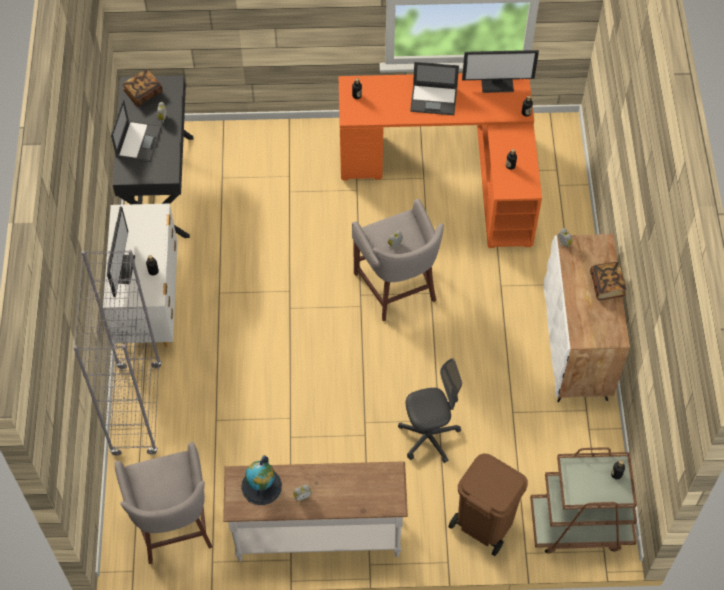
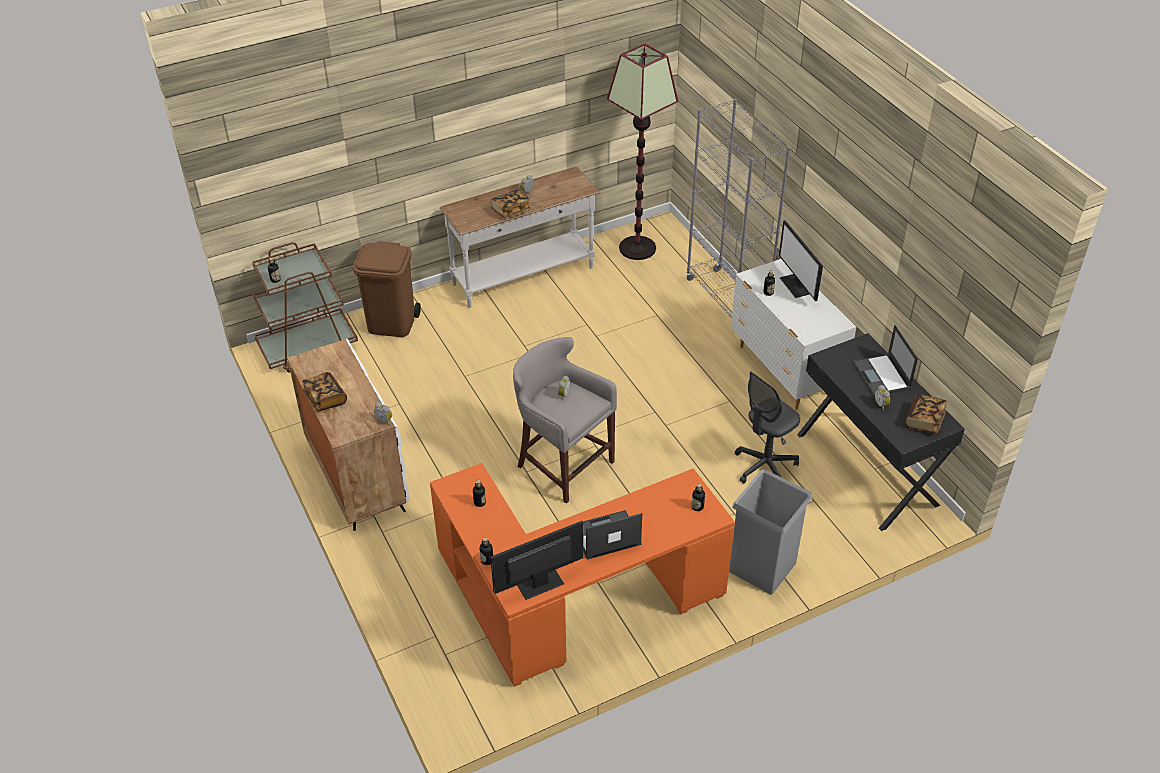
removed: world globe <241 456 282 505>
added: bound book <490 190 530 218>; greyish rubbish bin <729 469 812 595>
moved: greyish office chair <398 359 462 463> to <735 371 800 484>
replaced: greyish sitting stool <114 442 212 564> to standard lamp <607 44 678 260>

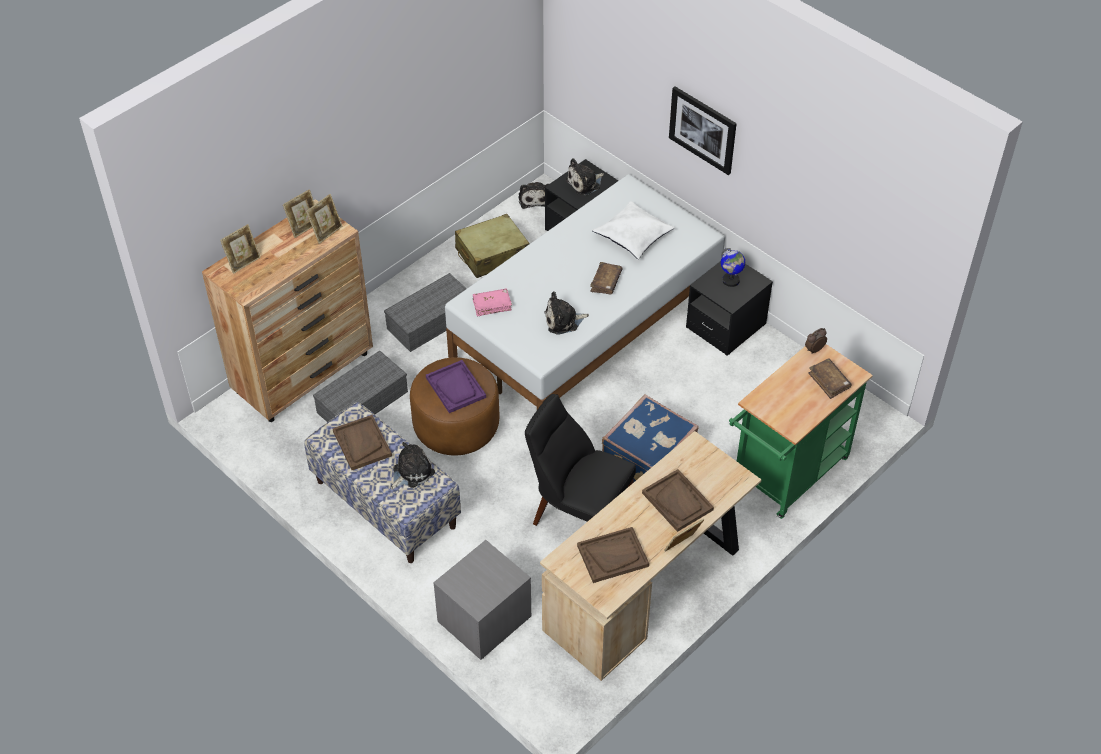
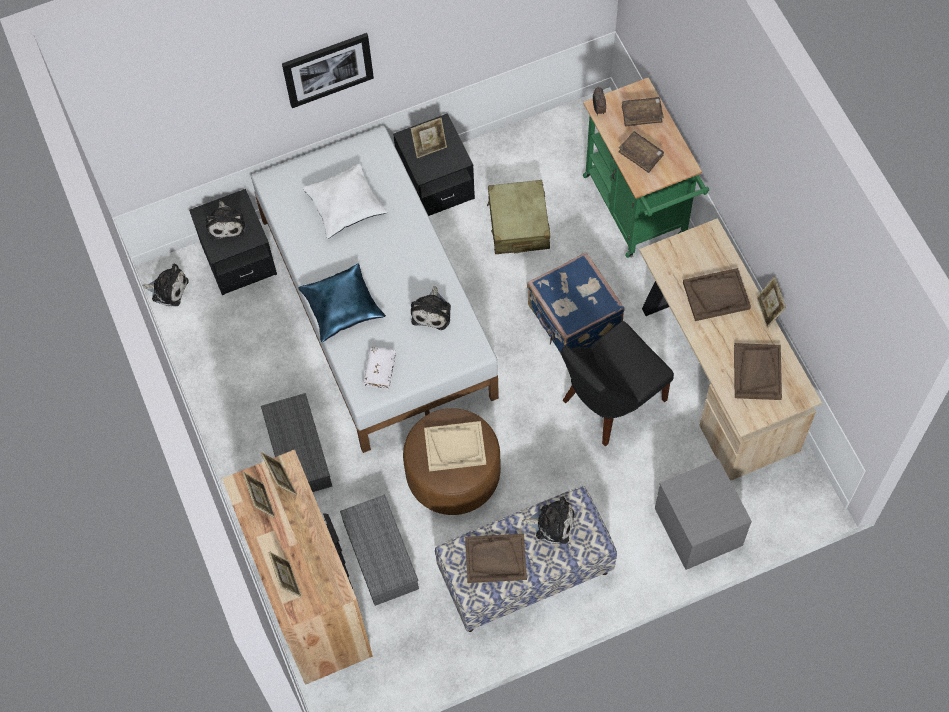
added: bluish throw pillow <298 263 386 342>
moved: beige travel case <455 214 529 278> to <487 180 550 254>; brown-coloured bound book <590 262 622 294> to <618 131 664 173>
replaced: world globe <721 248 745 287> to picture frame <411 118 447 158>
recoloured: purple tray <426 360 486 413> to beige tray <424 421 486 471>; pinkish bound book <473 289 512 316> to whitish bound book <363 347 396 390>
turned: soft toy <391 442 435 490> = <522 496 575 544> 120 degrees clockwise

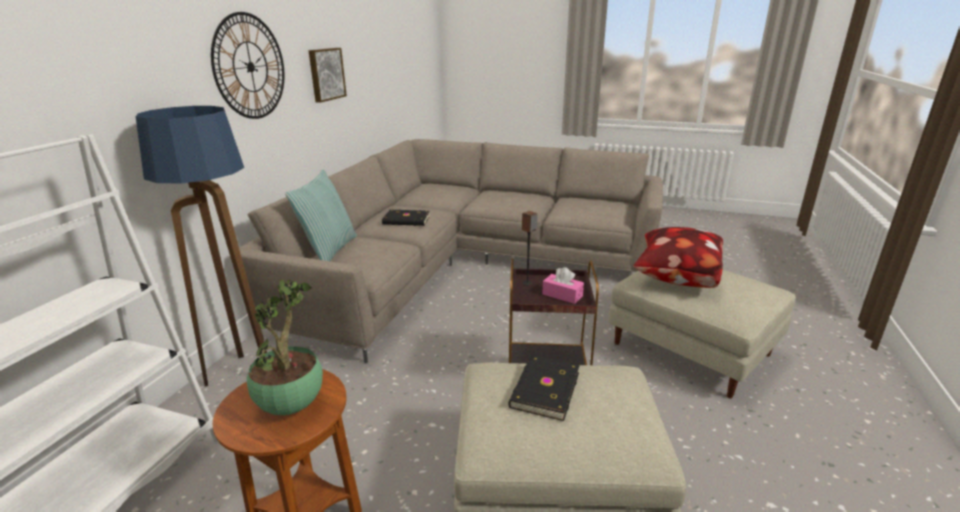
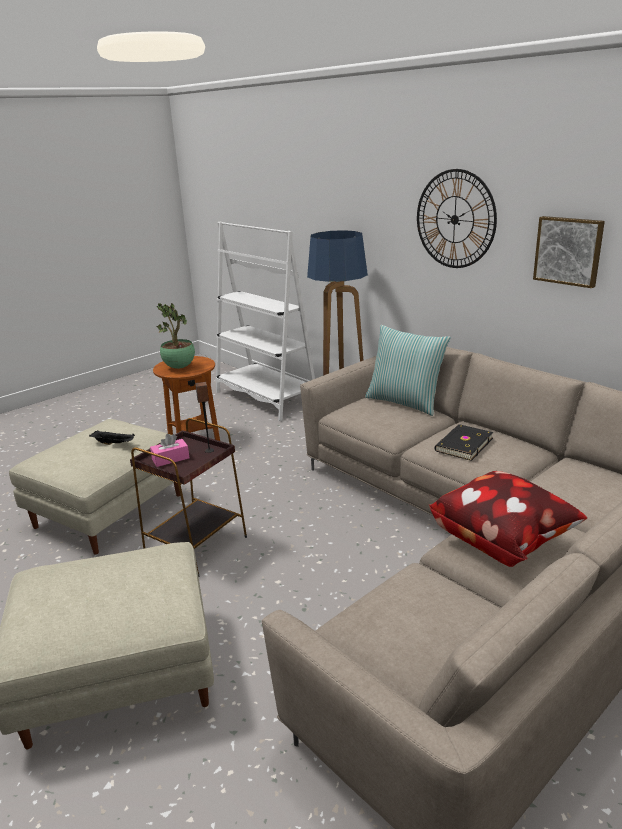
moved: throw pillow <633 227 723 288> to <429 471 587 567>
replaced: black-coloured bound book <508 355 580 421> to black-coloured tray <89 431 135 445>

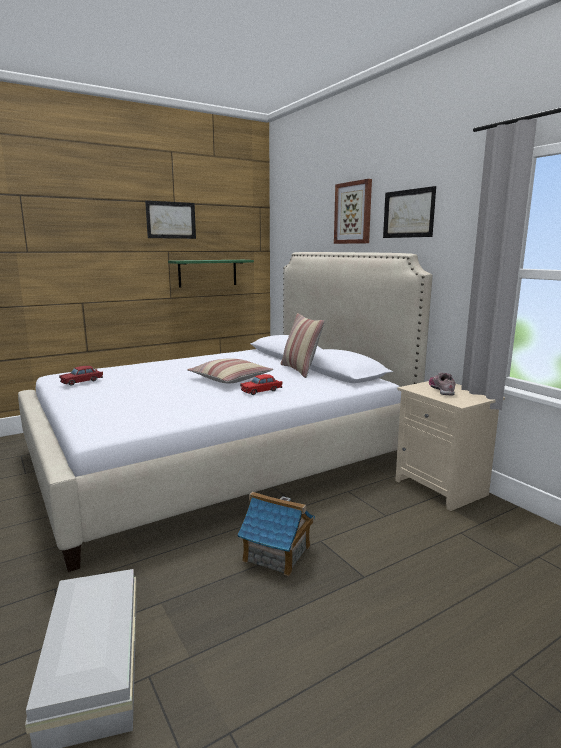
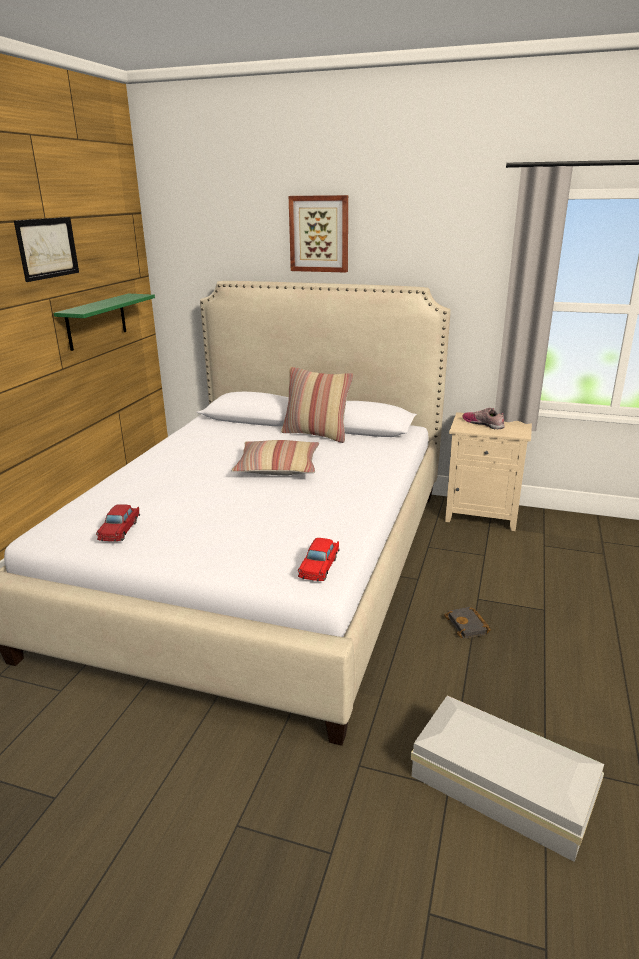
removed: wall picture <383 186 436 238>
moved: reddish toy car <240 374 283 395> to <298 538 339 581>
replaced: model house <237 492 315 576> to black-coloured bound book <444 607 491 639>

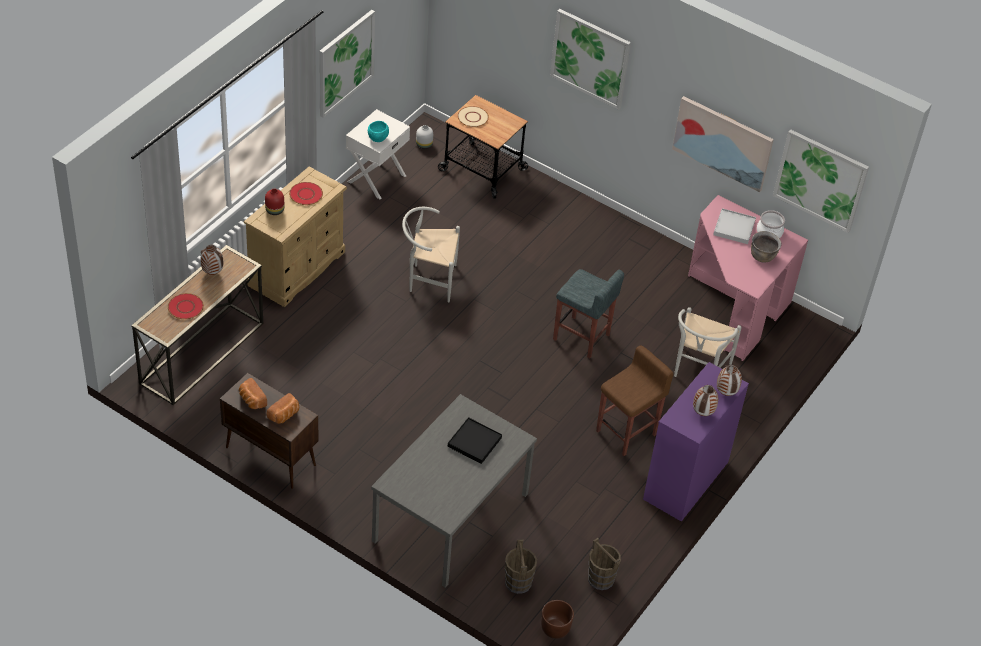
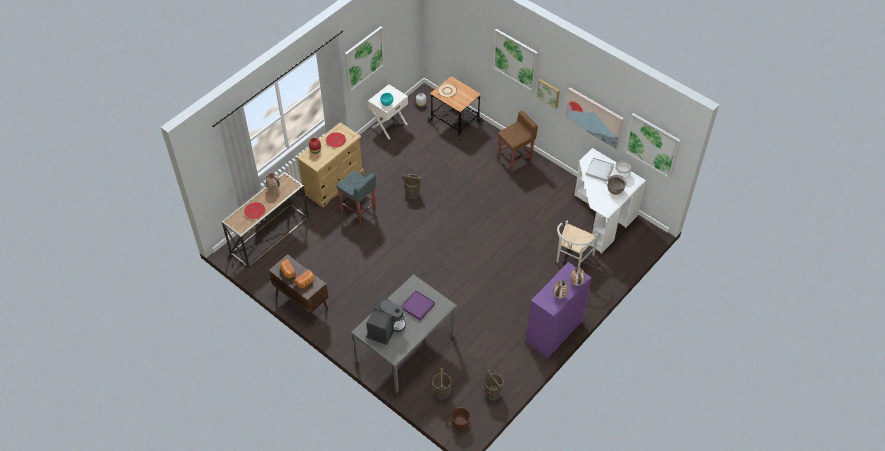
added: coffee maker <366 296 406 345>; wall picture <537 79 560 109>
moved: greyish sitting stool <553 269 624 358> to <336 170 376 224>; brown-coloured sitting stool <596 345 674 456> to <498 111 538 173>
replaced: whitish upright chair <402 207 460 303> to brown-coloured pail <403 174 422 199>
recoloured: black-coloured tray <448 417 502 464> to purple tray <401 290 435 321>; pinkish desk table <688 195 808 361> to whitish desk table <574 148 646 254>

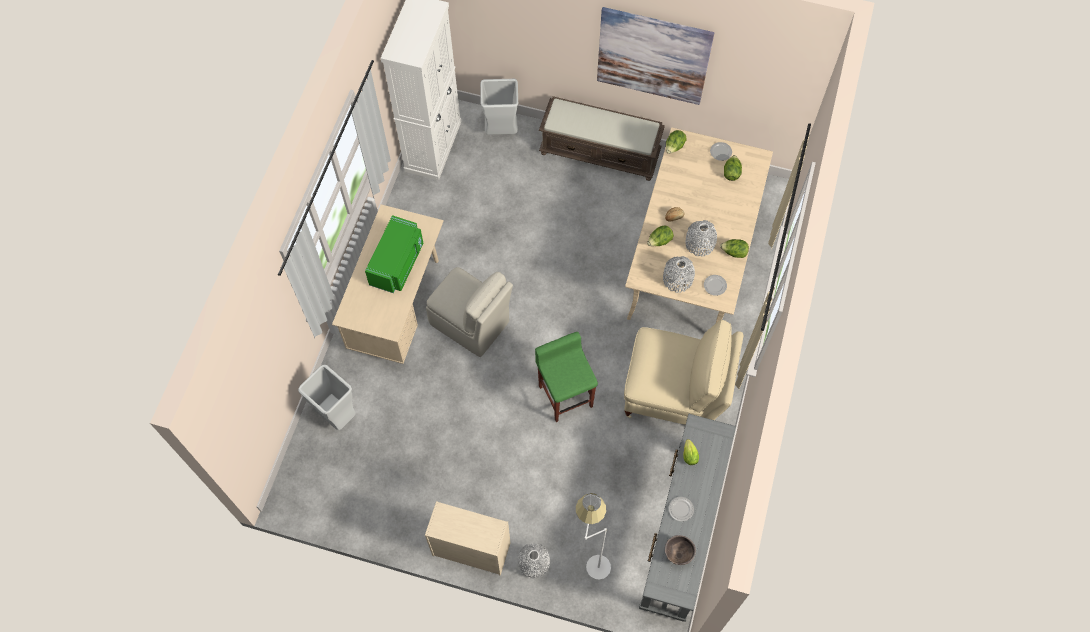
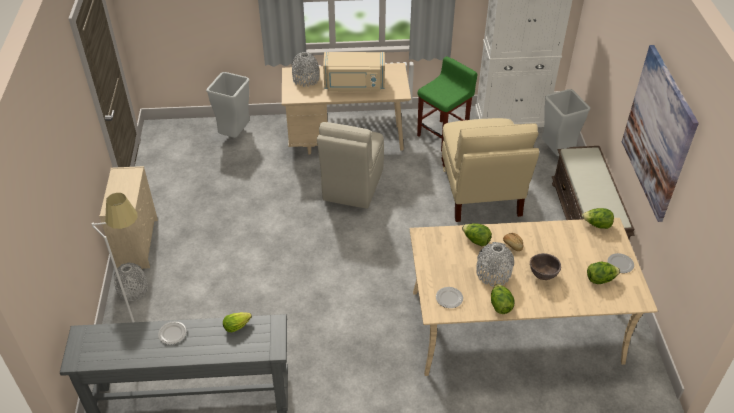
moved: green-coloured sitting stool <535 332 598 422> to <417 57 477 151>; beige upright chair <624 319 743 425> to <441 118 539 222>; greyish decorative vase <663 256 695 293> to <292 52 319 87>; brown-coloured deep dish <665 535 696 565> to <530 253 561 280>
recoloured: green-coloured kitchen microwave <365 215 424 293> to beige kitchen microwave <323 52 385 91>

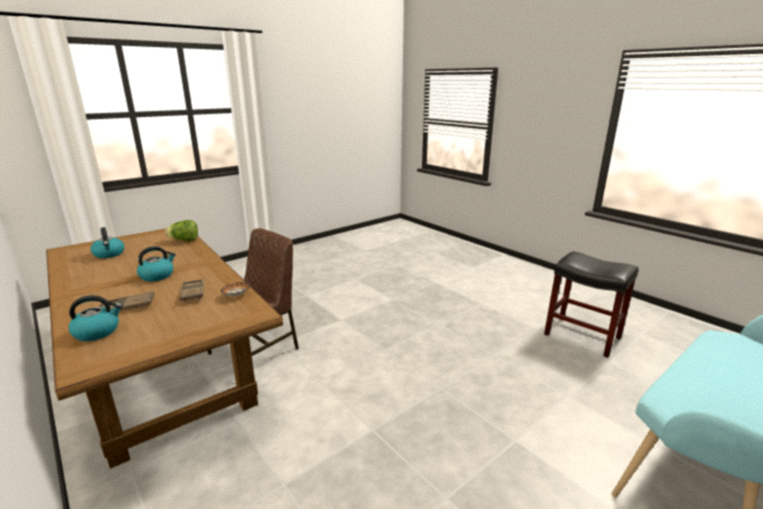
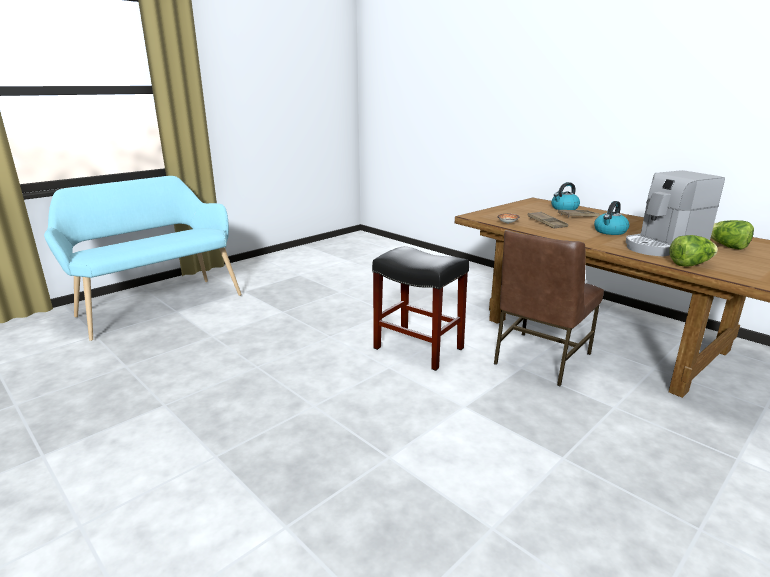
added: coffee maker <626 170 725 257>
moved: black-coloured sitting stool <544 251 639 358> to <372 246 469 371>
replaced: water kettle <90 227 124 258> to head of lettuce <711 220 754 250>

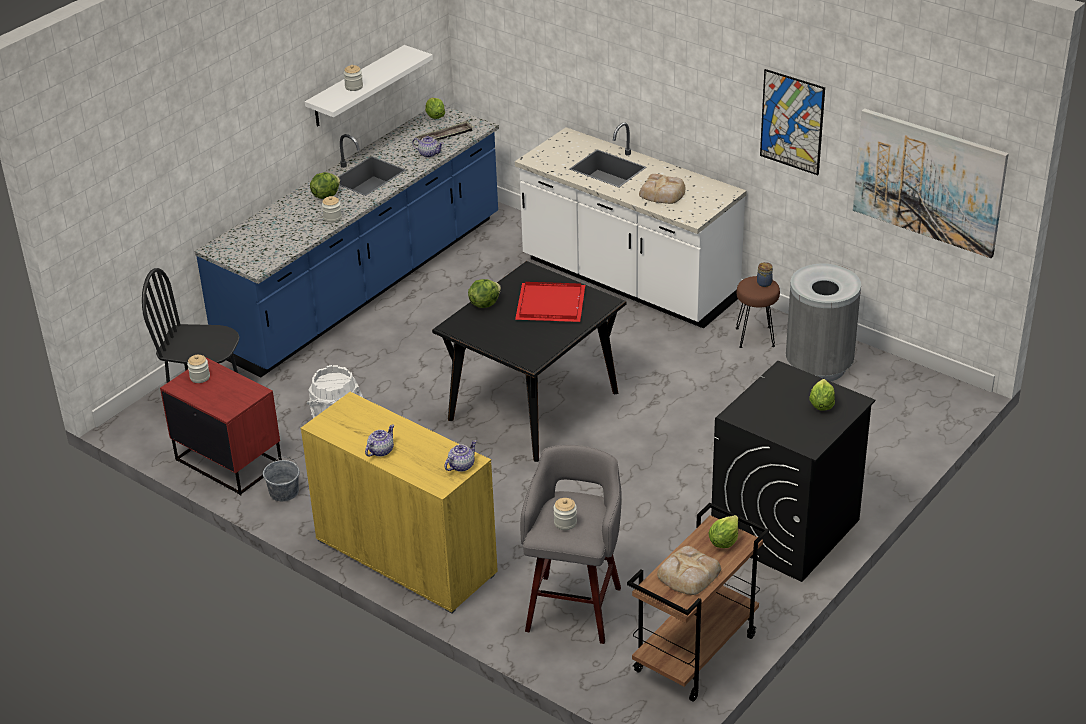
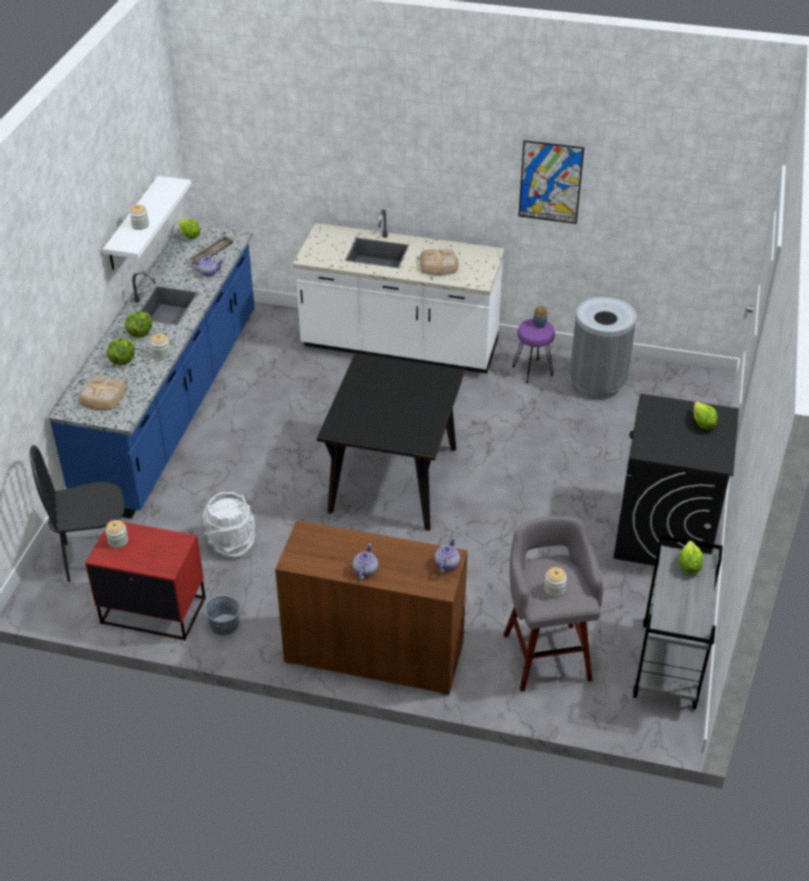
removed: reddish tray <515 282 585 322>; wall picture <853 109 1009 258>
moved: head of lettuce <468 279 501 308> to <107 338 135 365>; bakery bread <657 546 721 595> to <79 376 127 410>
recoloured: yellowish storage cabinet <301 392 498 614> to brown-coloured storage cabinet <275 520 468 695>; brown-coloured trolley <627 503 769 702> to greyish trolley <633 535 723 710>; brown-coloured sitting stool <736 276 780 348> to purple sitting stool <512 319 555 383>

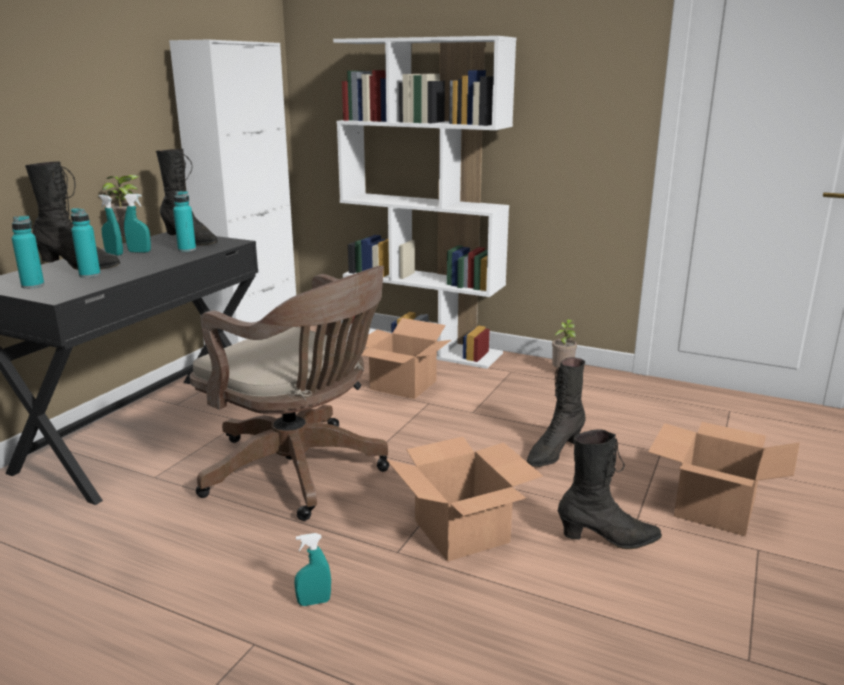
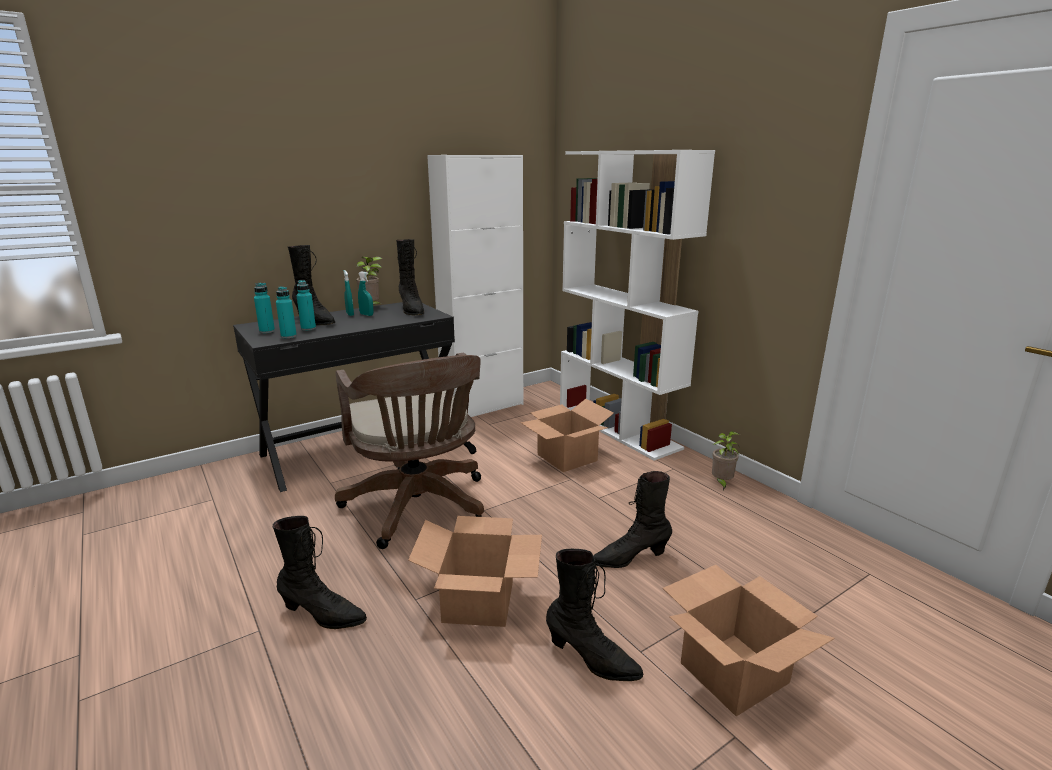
moved: blue-green drink bottle <173 191 196 252> to <276 286 297 339>
replaced: blue-green hand sprayer <294 533 331 606> to black-coloured boot <273 516 367 629>

